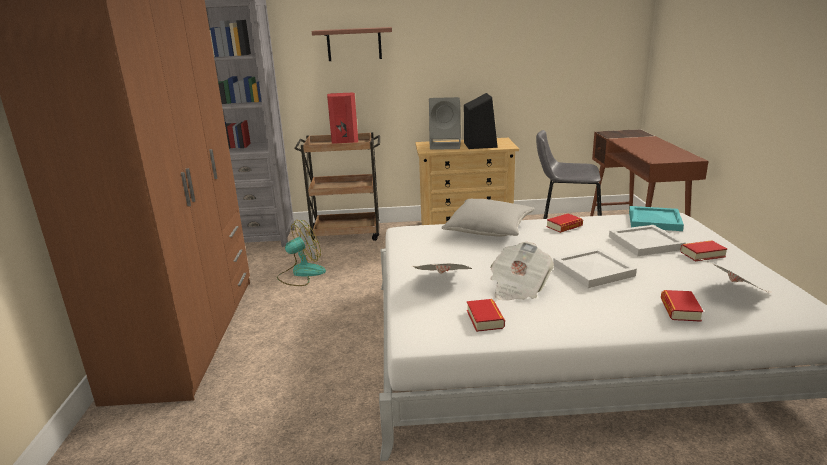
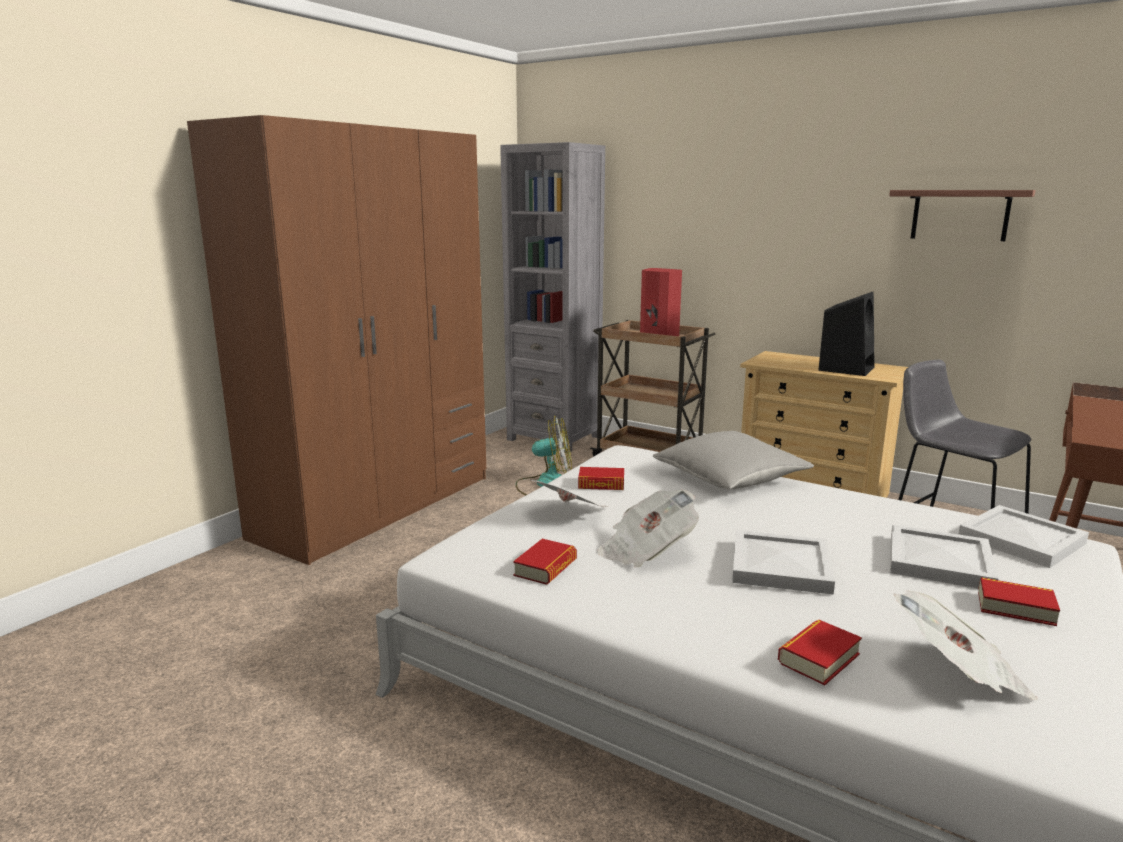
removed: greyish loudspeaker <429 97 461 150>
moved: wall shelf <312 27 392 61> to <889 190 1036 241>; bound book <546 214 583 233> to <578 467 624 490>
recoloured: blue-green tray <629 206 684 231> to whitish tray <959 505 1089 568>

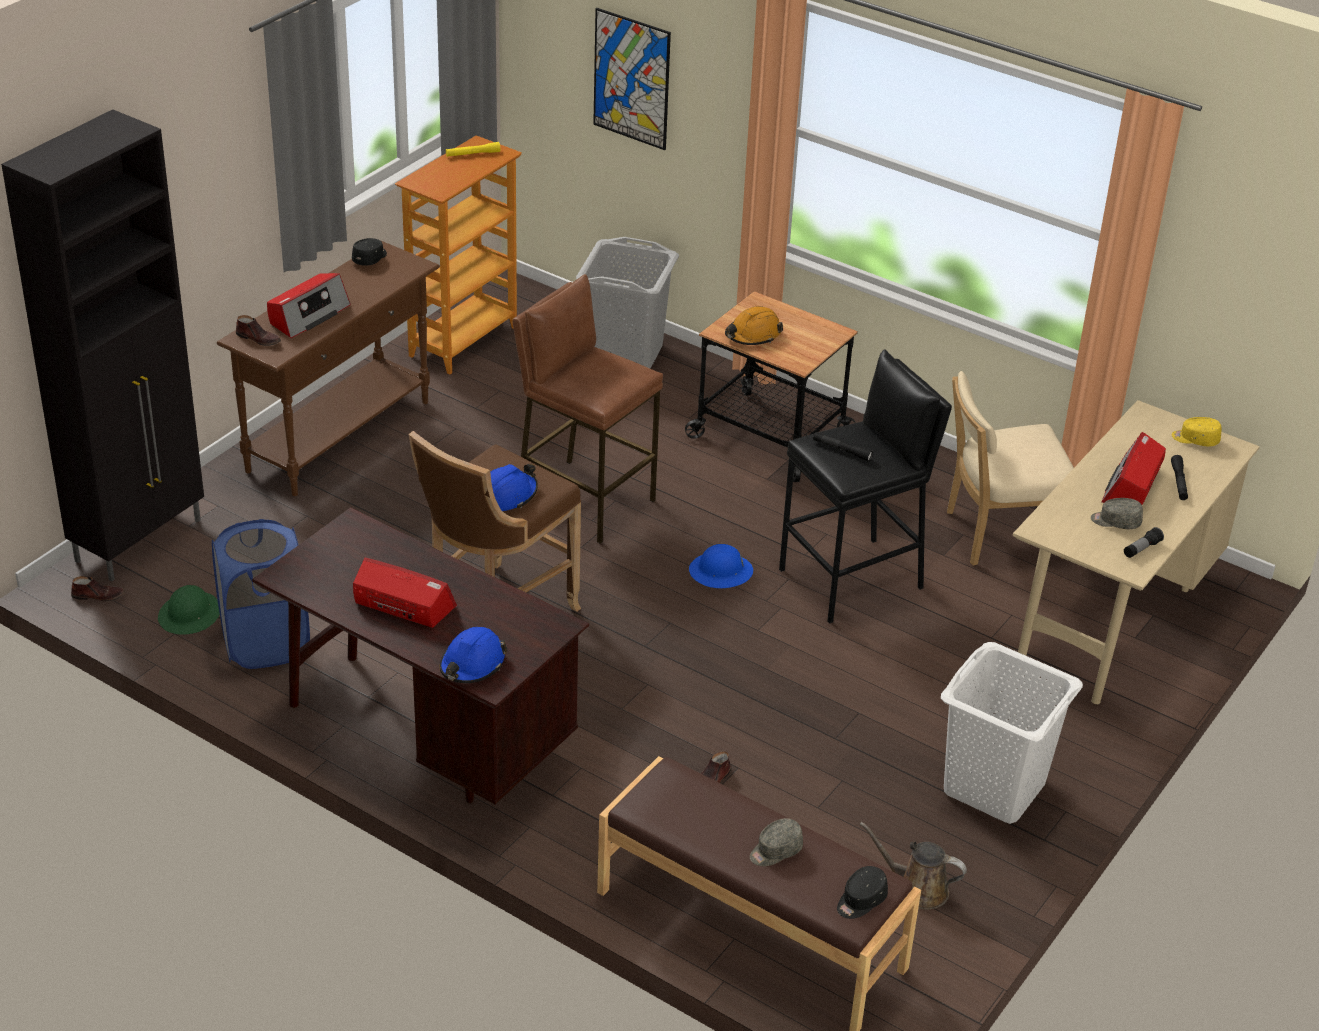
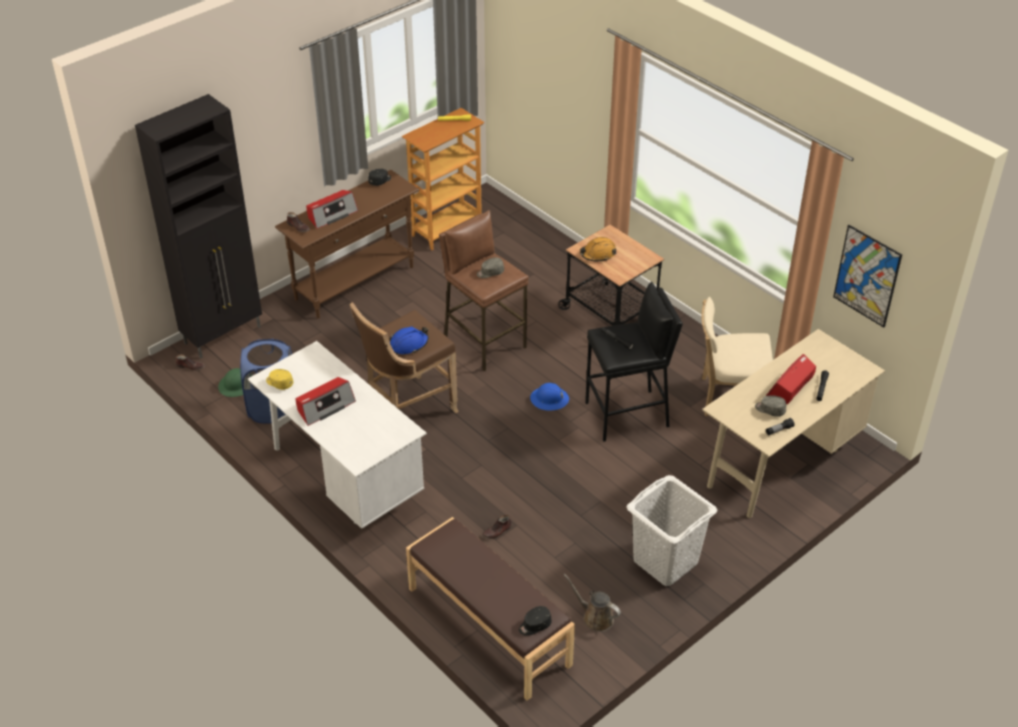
removed: bluish work helmet <440 627 507 683>; greyish laundry basket <576 237 679 369>
moved: wall picture <593 8 671 150> to <833 225 902 328>; greyish peaked cap <750 818 803 866> to <477 257 504 278>; yellowish peaked cap <1172 417 1221 447> to <266 369 293 390>
recoloured: brown-coloured desk table <252 507 589 804> to whitish desk table <248 341 427 529>
turned: radio set <353 558 457 628> = <295 377 356 426> 105 degrees clockwise

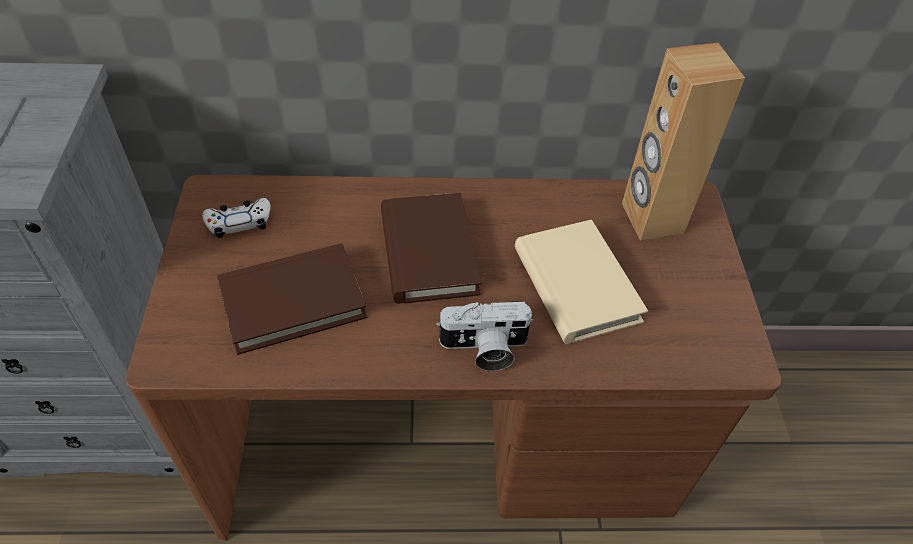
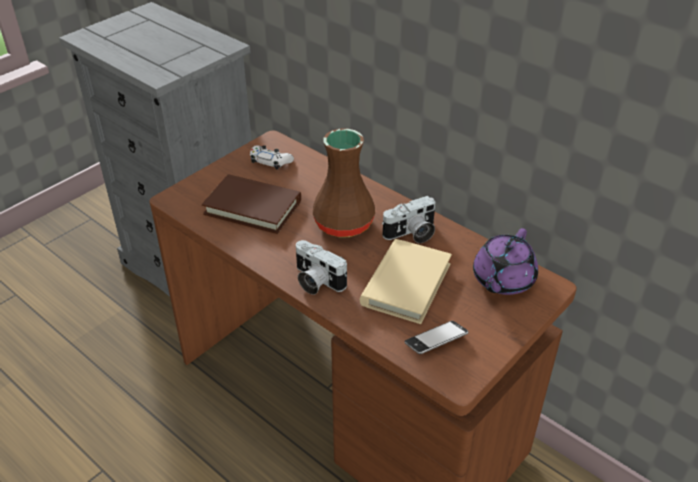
added: still camera <382 196 436 243>; handset <405 321 469 354>
replaced: brown-coloured bound book <381 193 482 304> to brown-coloured decorative vase <313 129 375 237>; brown-coloured loudspeaker <622 43 745 240> to purple teapot <473 228 538 295>

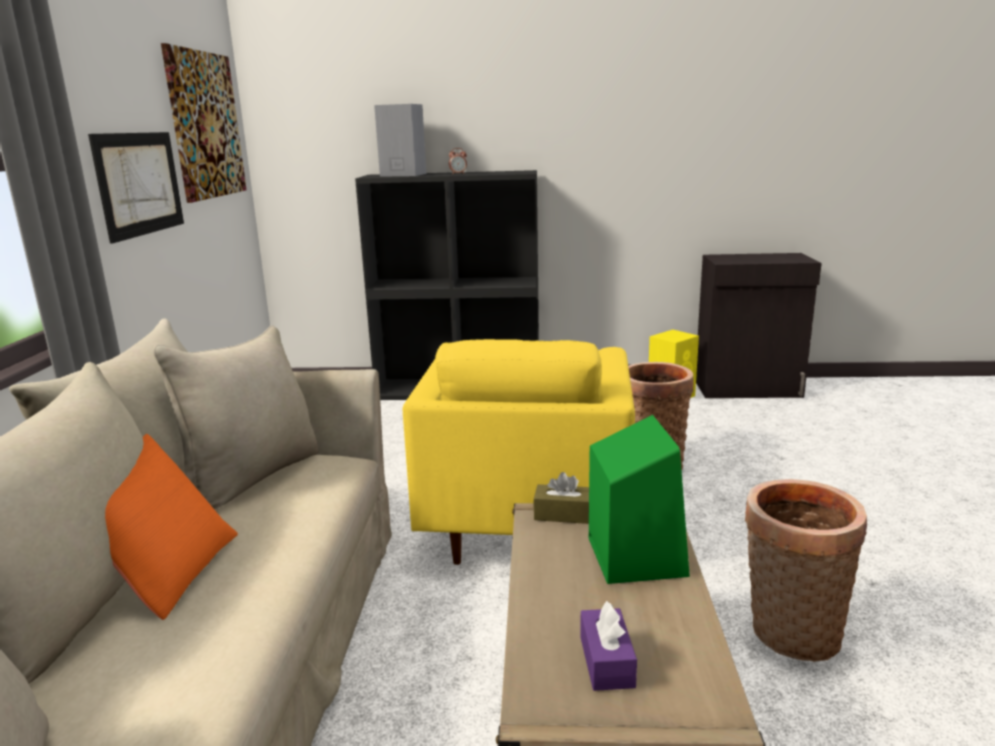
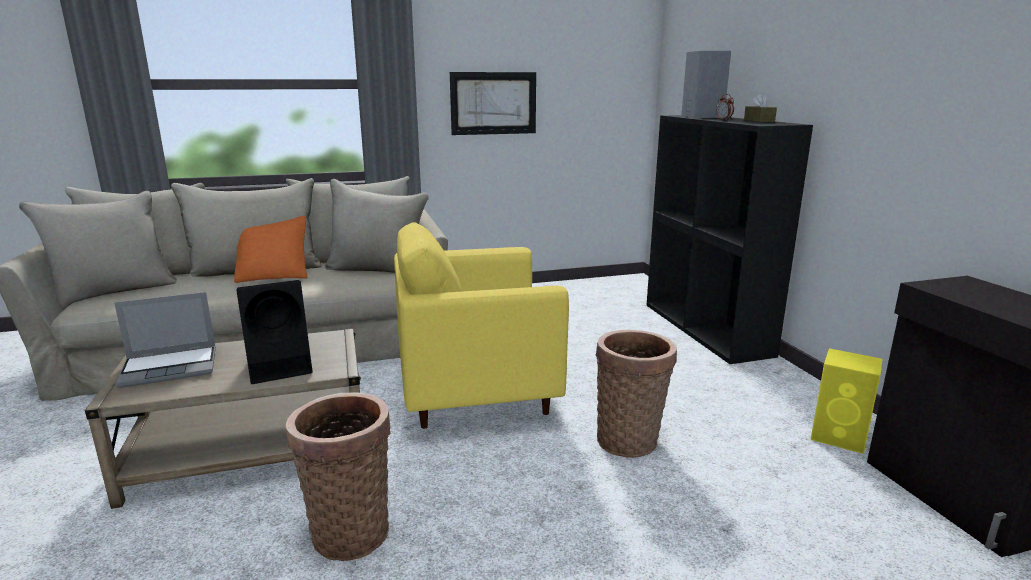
removed: wall picture <161 43 246 203>
moved: brown-coloured box of tissues <533 472 589 524> to <744 93 777 122>
replaced: purple box of tissues <580 601 637 691> to laptop <114 292 216 388>
recoloured: green-coloured loudspeaker <589 415 690 584> to black-coloured loudspeaker <236 280 313 384>

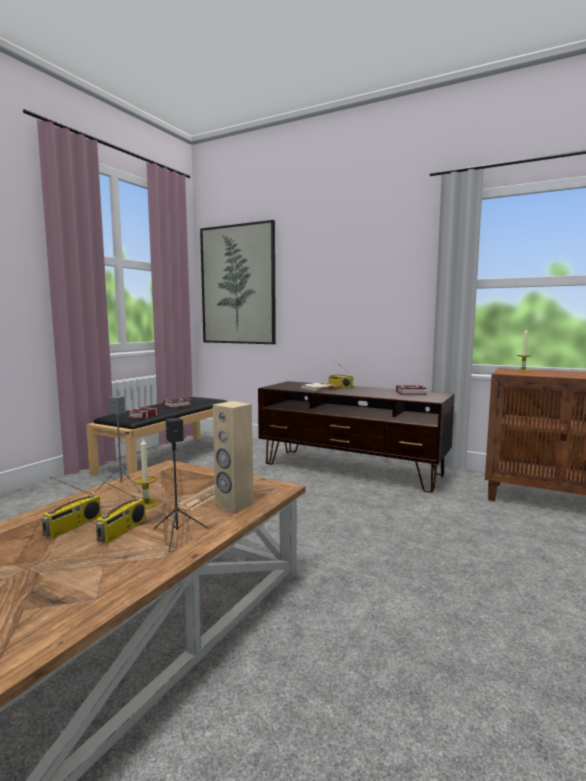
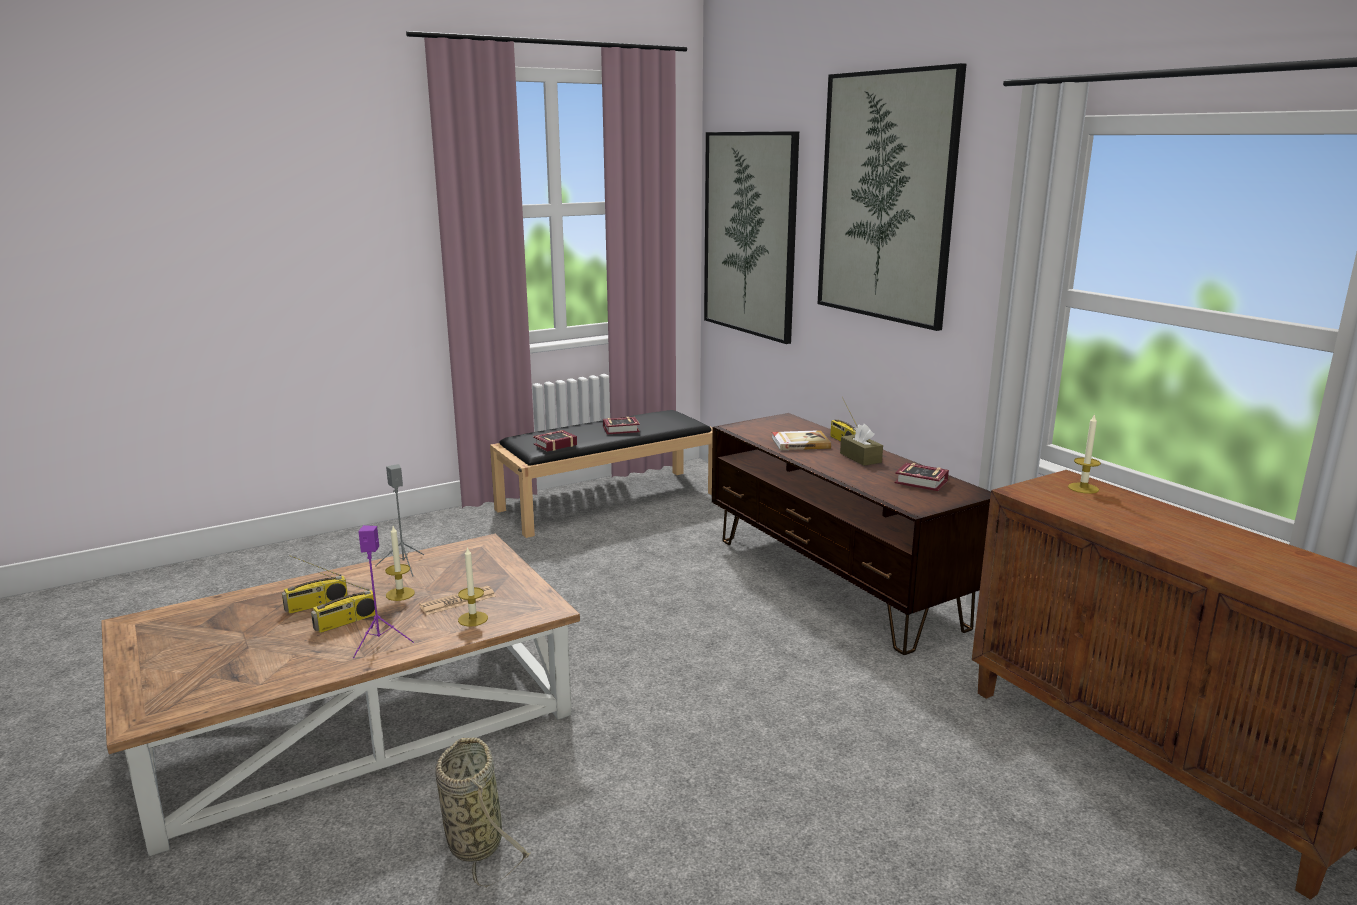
added: household basket <436 737 530 887>; wall picture <817 63 966 331>; brown-coloured box of tissues <840 424 883 466>
replaced: beige loudspeaker <213 401 254 512> to wax light <458 546 488 627>
recoloured: black-coloured loudspeaker <154 418 209 552> to purple loudspeaker <353 525 414 658>

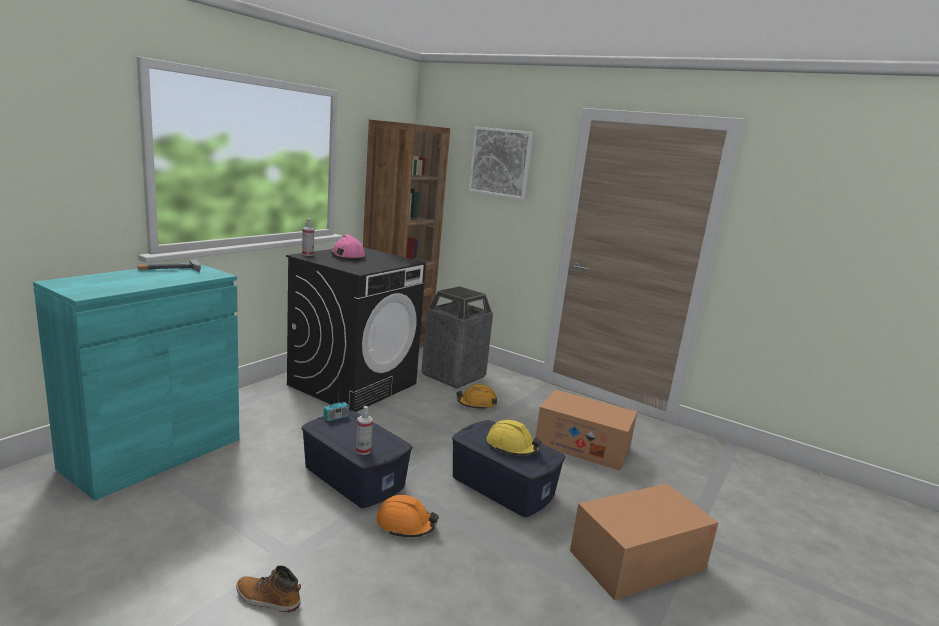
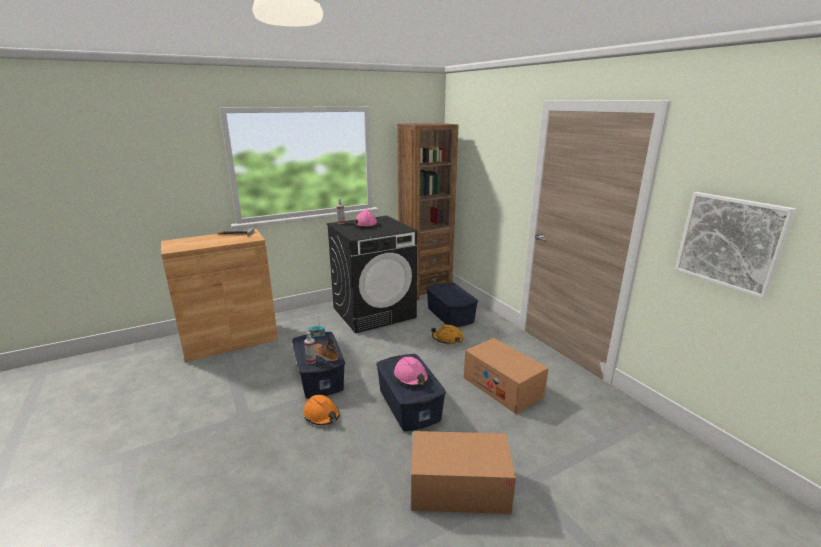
moved: boot <236 566 301 613> to <315 339 338 363>; wall picture <469 127 533 200> to <675 192 796 299>
replaced: rubbish bin <421 286 493 389> to bluish storage box <426 282 478 327>
recoloured: blue-green storage cabinet <33 262 239 501> to brown-coloured storage cabinet <161 229 278 362>; yellowish work helmet <487 420 542 456> to pinkish work helmet <394 357 429 386>

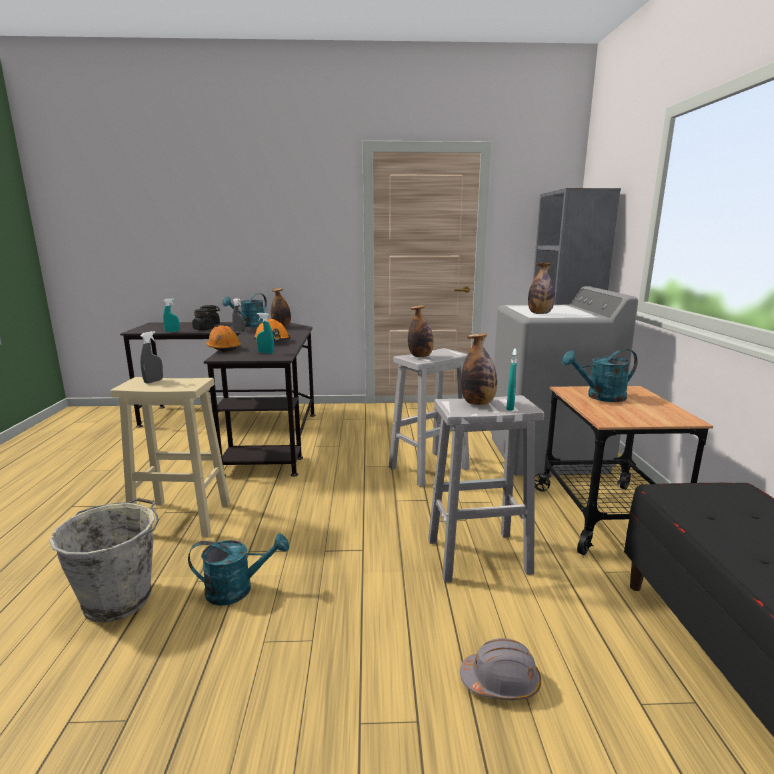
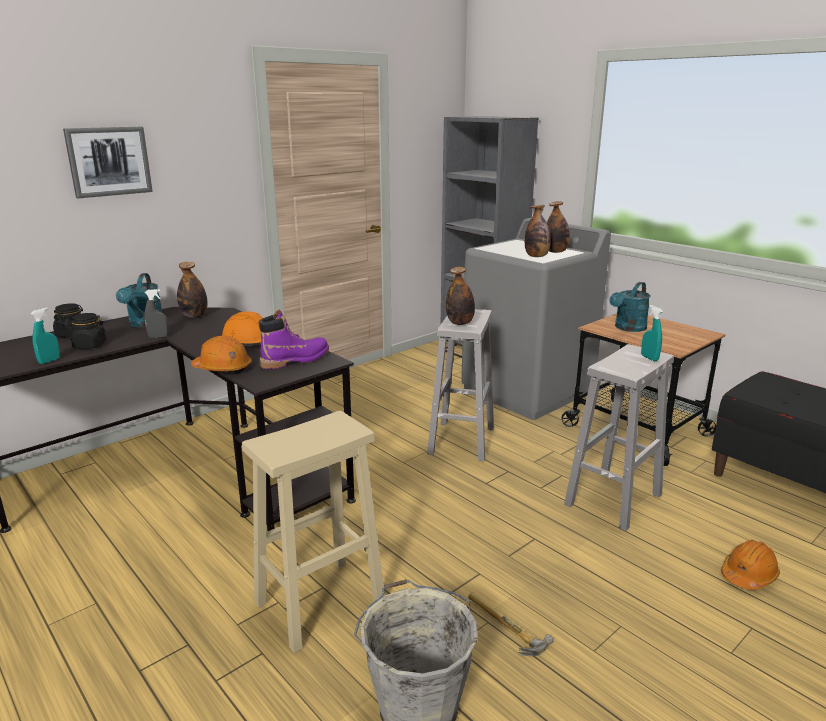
removed: greyish hand sprayer <140 331 163 383>
added: wall picture <63 127 153 198>
moved: drink bottle <461 333 497 405> to <547 201 570 253>
replaced: blue-green watering can <188 534 289 606> to tool hammer <468 592 554 656>; blue-green hand sprayer <256 313 274 353> to purple boot <259 309 329 369>
recoloured: greyish work helmet <460 638 541 700> to orange-coloured work helmet <721 540 780 590>

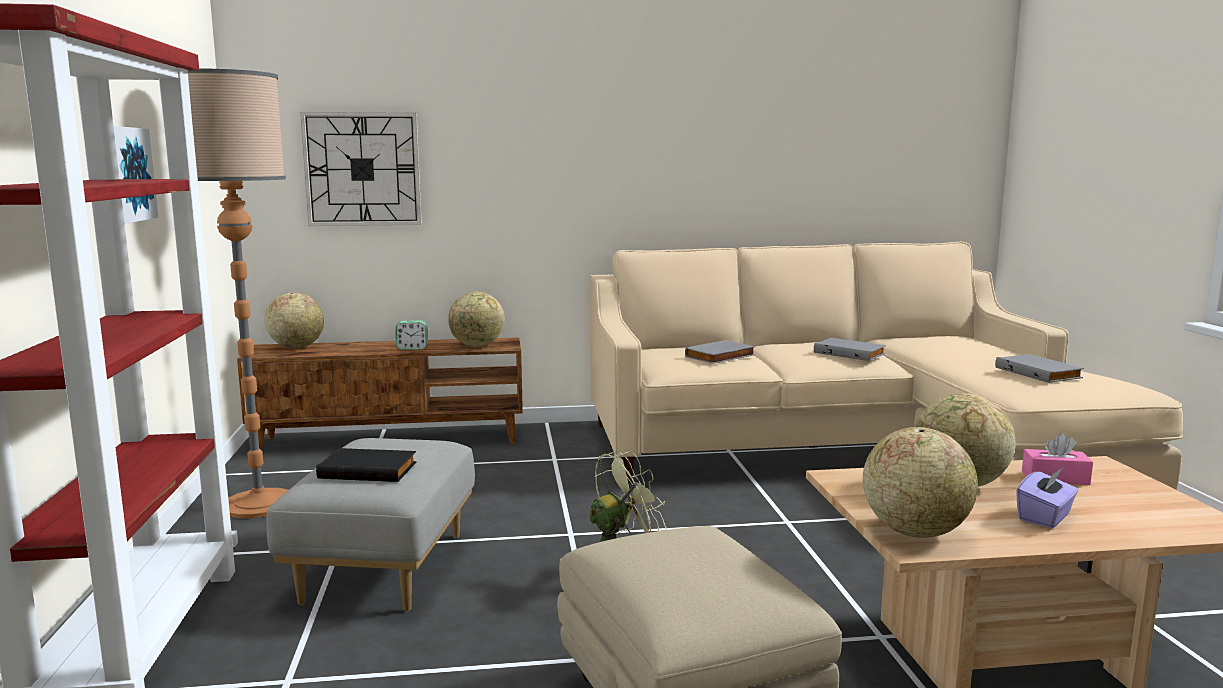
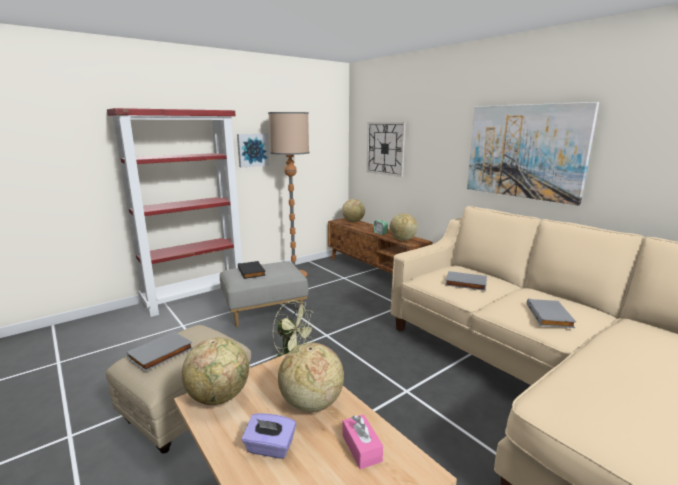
added: wall picture <467 102 599 206>
moved: greyish bound book <995 354 1084 383> to <127 331 193 372>

